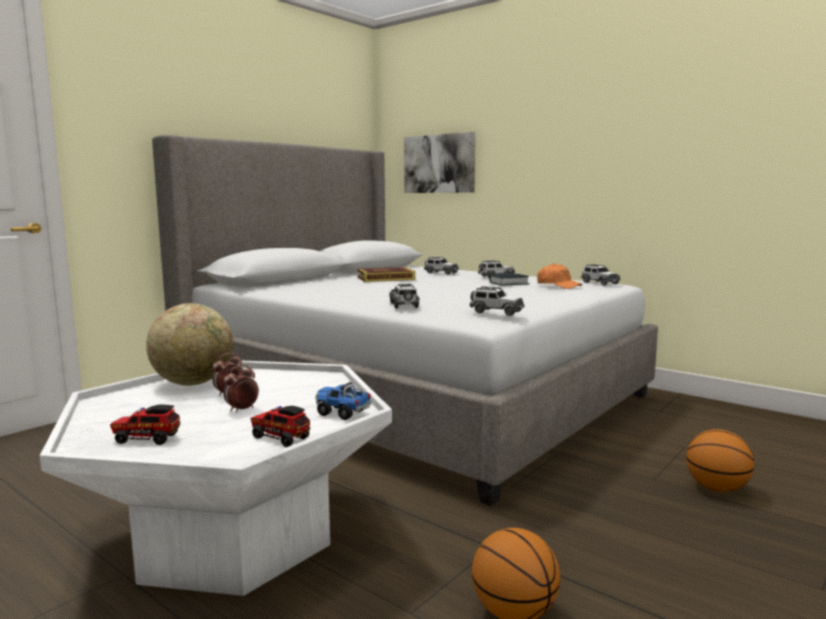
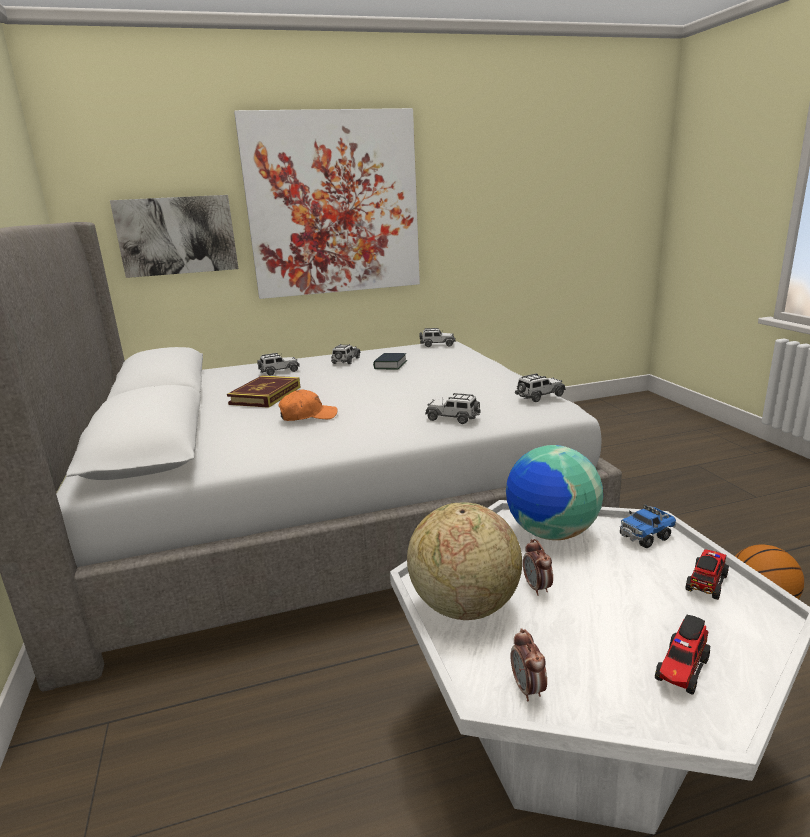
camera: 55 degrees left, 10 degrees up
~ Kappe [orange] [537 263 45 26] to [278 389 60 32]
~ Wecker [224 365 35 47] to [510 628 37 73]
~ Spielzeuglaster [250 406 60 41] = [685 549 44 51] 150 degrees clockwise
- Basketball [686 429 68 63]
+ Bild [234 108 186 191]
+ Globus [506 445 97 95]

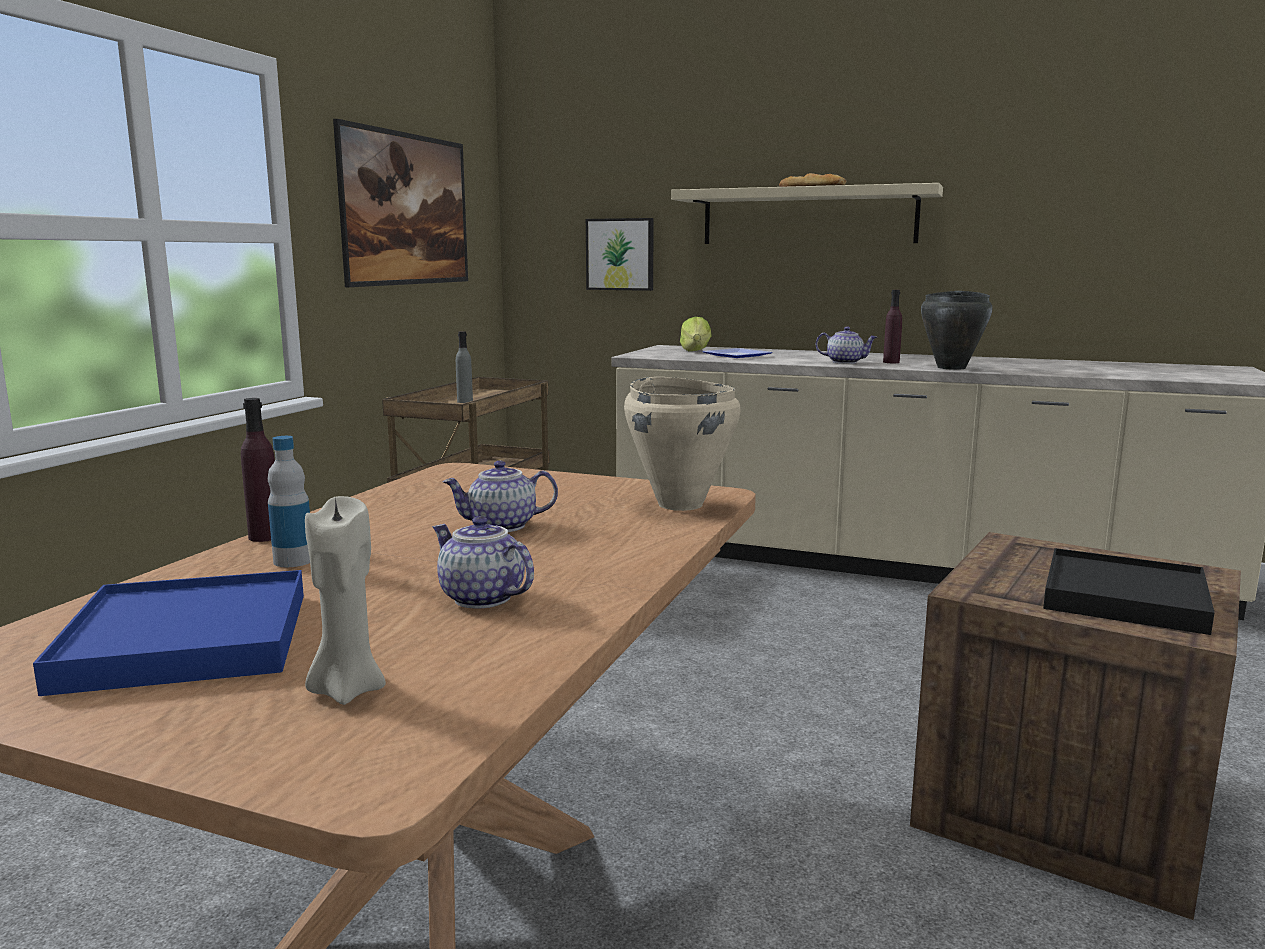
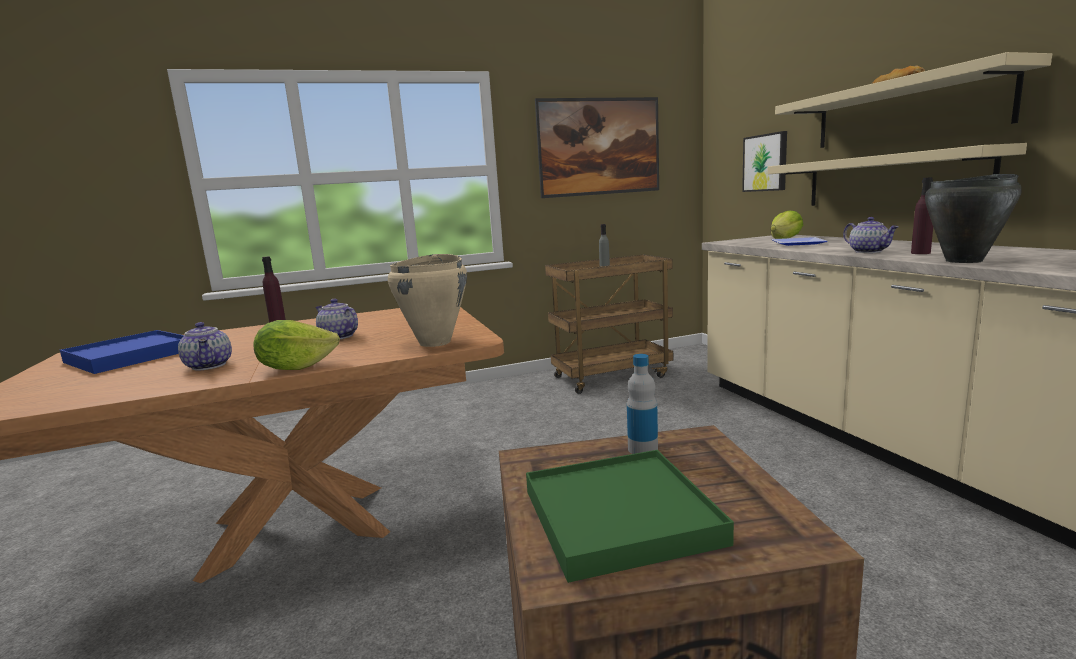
camera: 50 degrees right, 0 degrees up
~ Flasche [268 436 42 131] to [627 354 31 100]
- Kerze [beige] [305 496 81 209]
~ Teekanne [432 516 102 93] = [178 322 54 49] 150 degrees clockwise
~ Tablett [schwarz] [1043 548 172 87] to Tablett [grün] [526 450 208 133]
+ Wandregal [beige] [767 143 260 63]
+ Salatkopf [254 320 86 50]

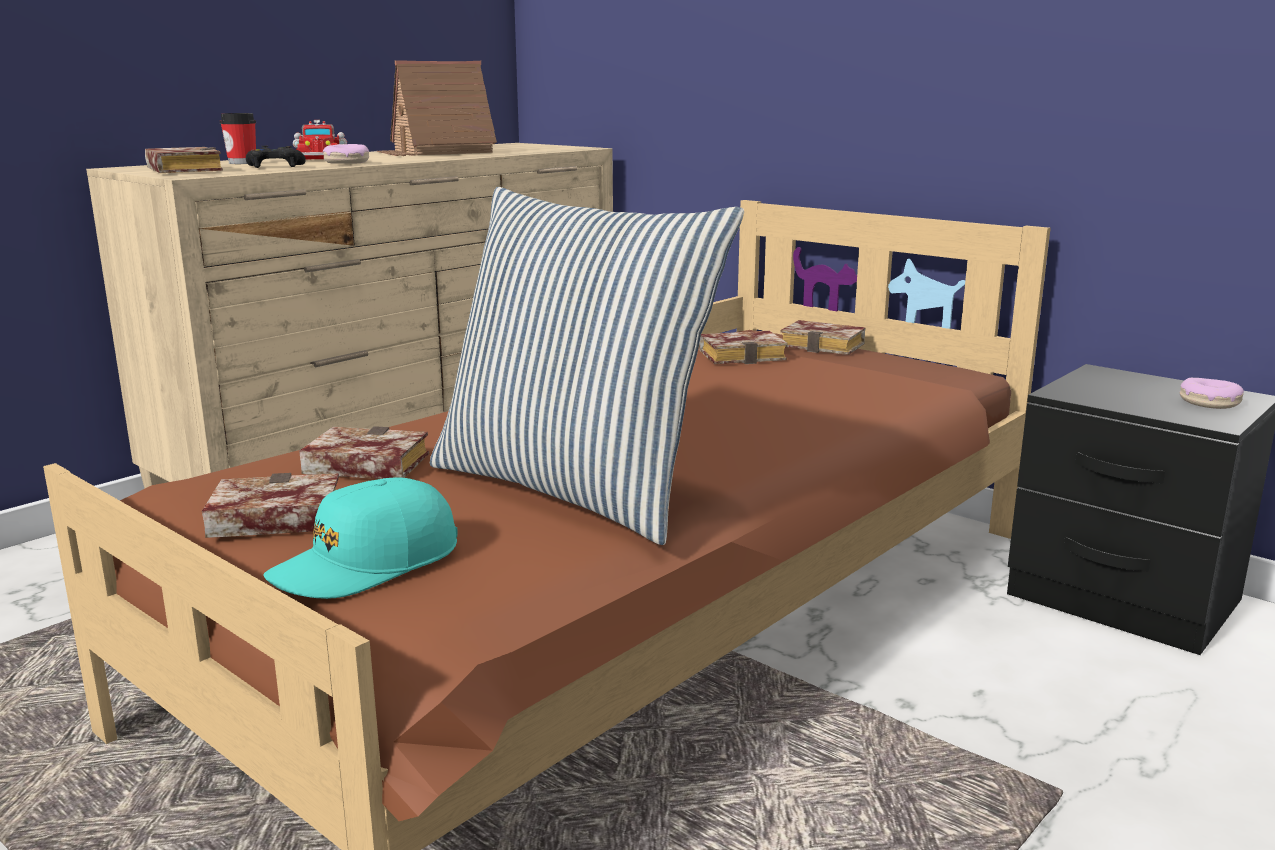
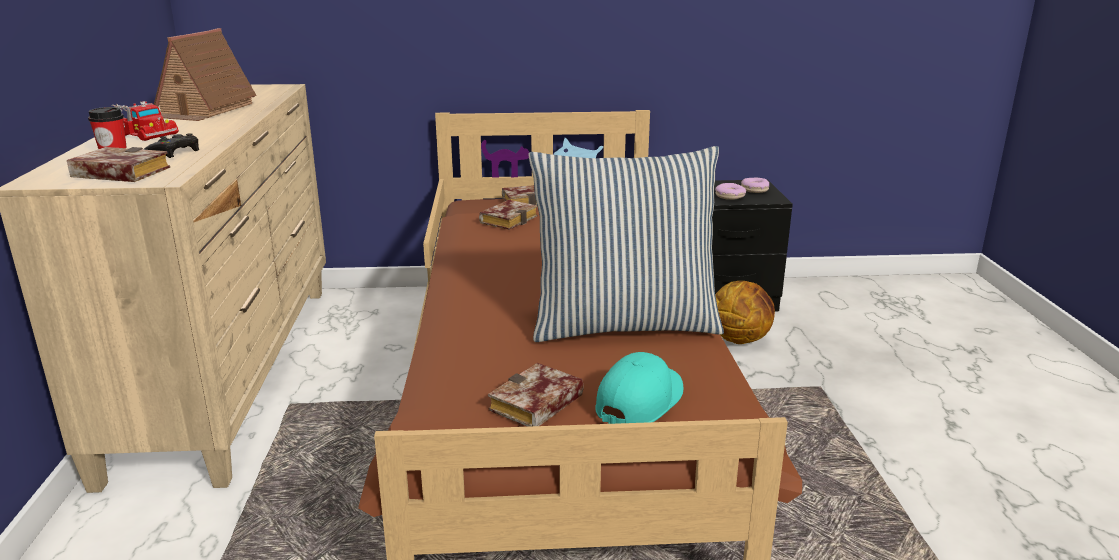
camera: 45 degrees left, 5 degrees up
~ Donut [323 144 46 20] to [715 183 31 17]
- Buch [299 426 130 53]
~ Kappe [türkis] [264 477 194 122] = [595 352 88 72] 150 degrees counterclockwise
+ Basketball [715 281 60 63]

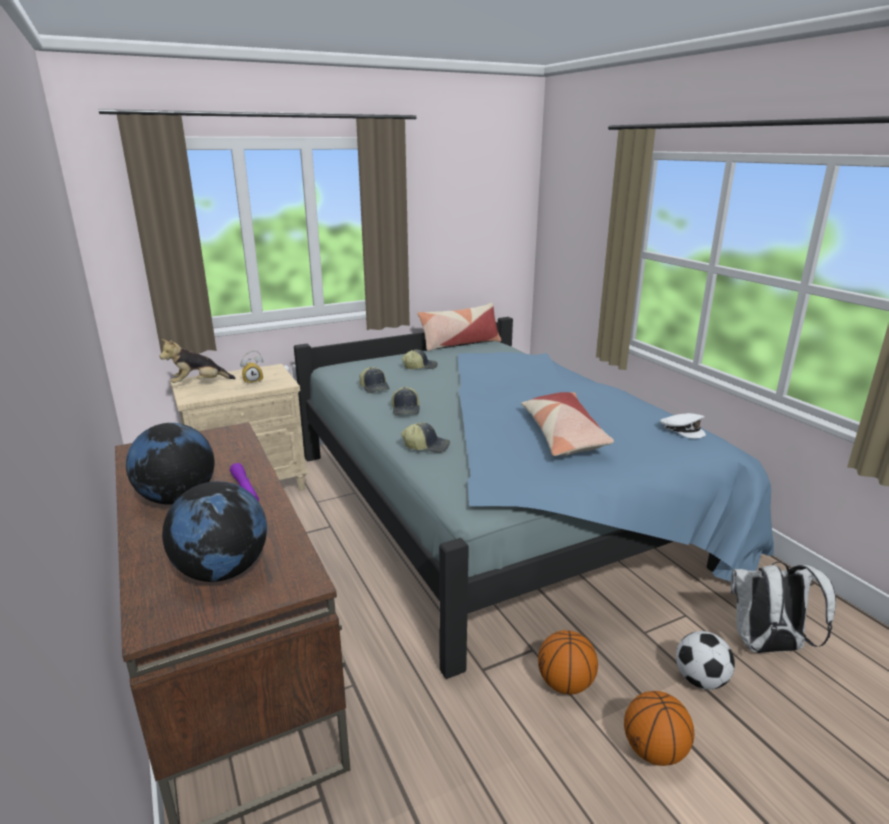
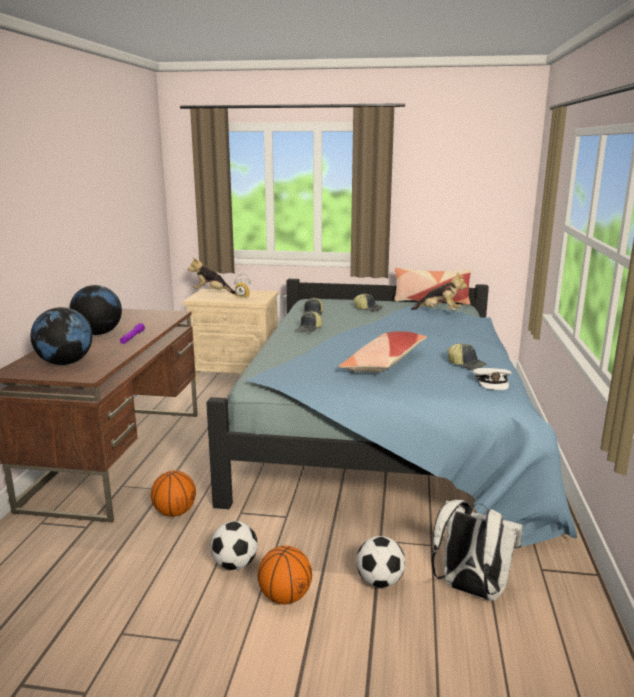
camera: 35 degrees right, 5 degrees down
~ Kappe [401 423 49 30] to [447 343 40 27]
~ Basketball [538 630 60 65] to [151 471 45 46]
+ Plüschtier [411 272 56 38]
+ Fußball [210 521 48 49]

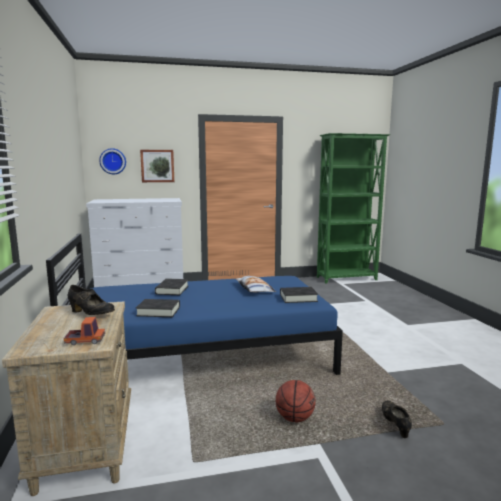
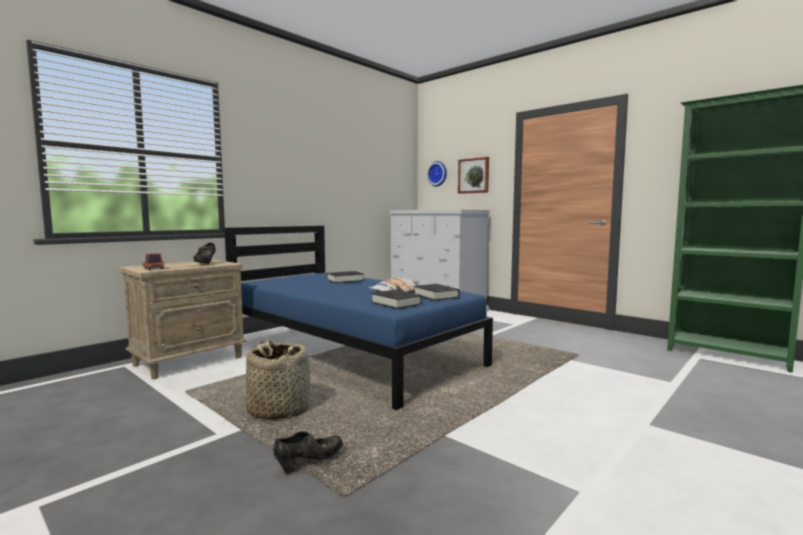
camera: 55 degrees right, 5 degrees down
~ Buch [schwarz] [136 299 44 18] to [414 284 46 17]
~ Basketball [276 380 39 42] to Korb [245 339 65 82]

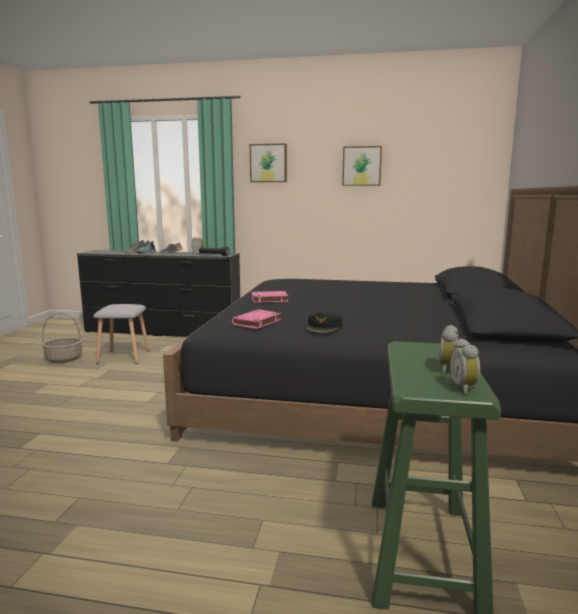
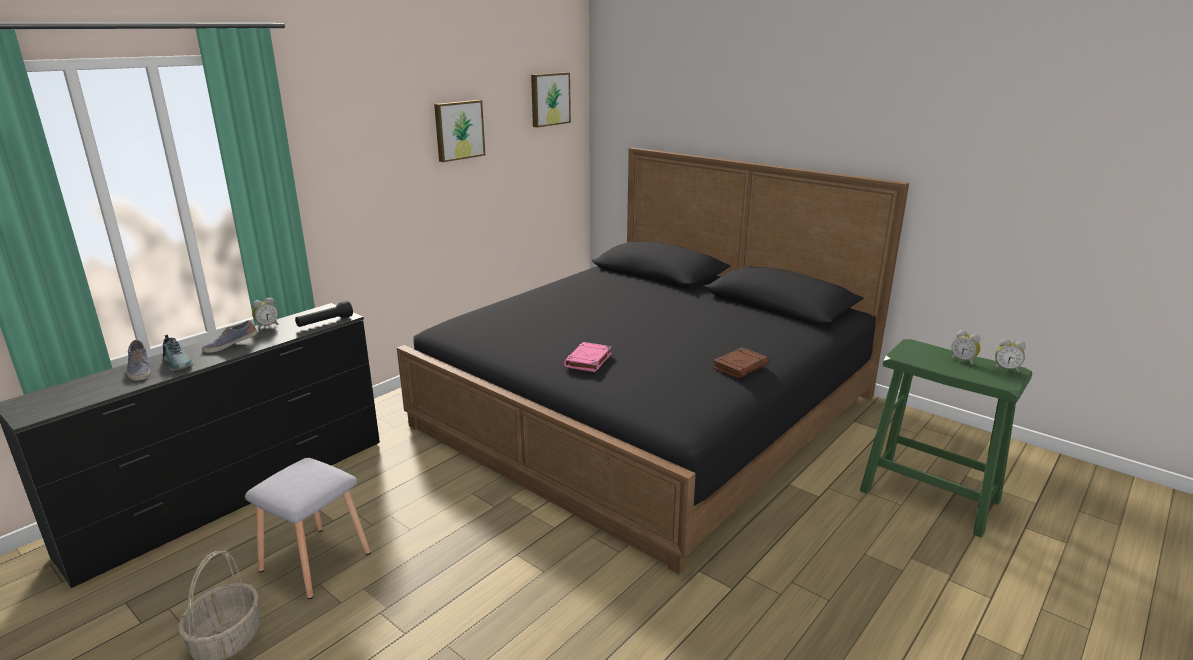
camera: 60 degrees left, 10 degrees up
~ Bild [250 143 37 39] to [531 72 40 55]
- Buch [rosa] [232 309 49 20]
~ Kappe [schwarz] [306 311 37 23] to Buch [braun] [713 347 56 31]

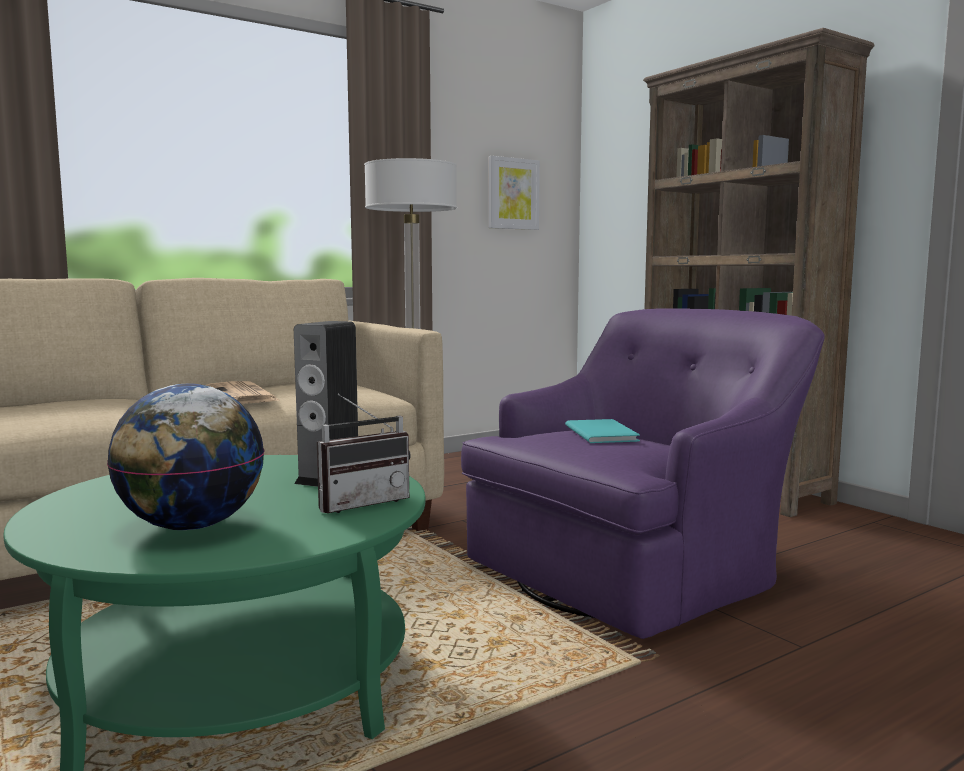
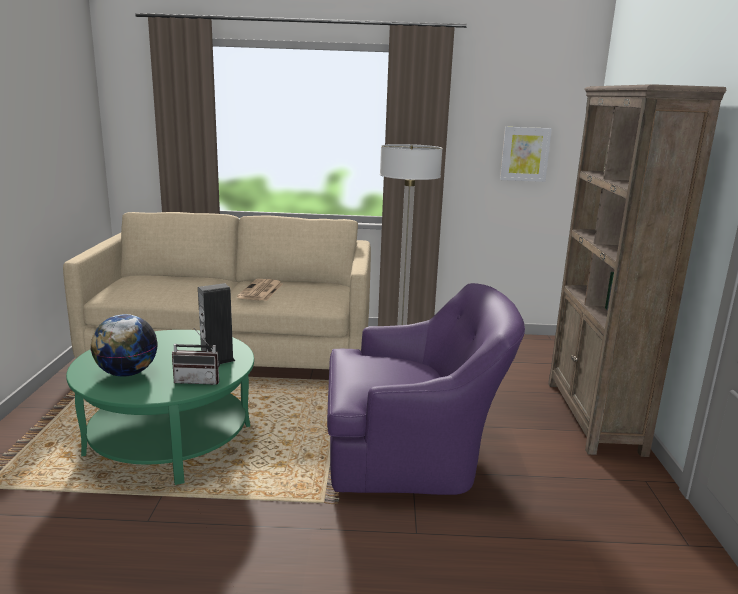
camera: 35 degrees right, 10 degrees up
- Buch [türkis] [565 419 75 24]

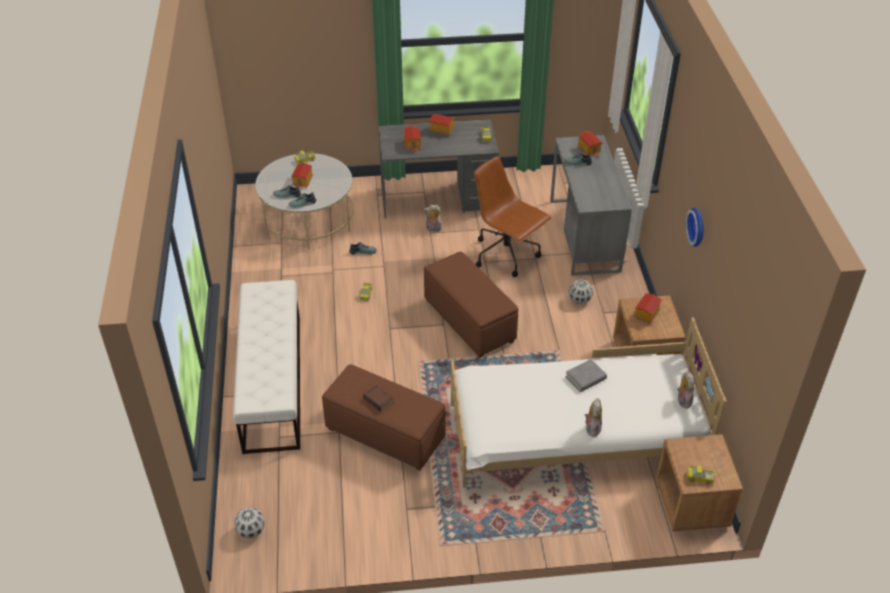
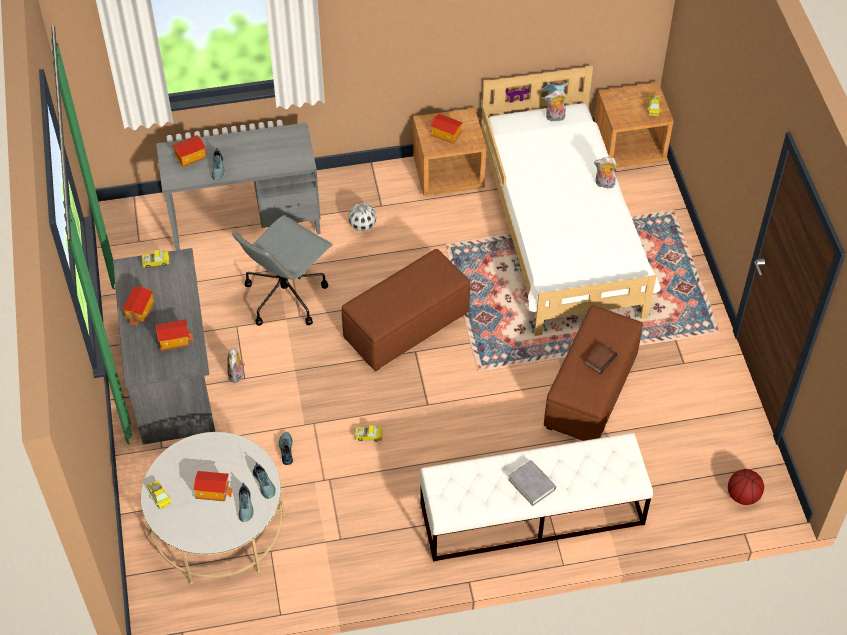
camera: 95 degrees left, 10 degrees up
~ Bürostuhl [braun] [474 156 77 121] to Bürostuhl [grau] [232 215 101 111]
- Wanduhr [686 208 18 39]
~ Buch [grau] [565 359 42 33] to [508 460 48 46]
~ Fußball [234 508 31 30] to Basketball [728 469 36 36]

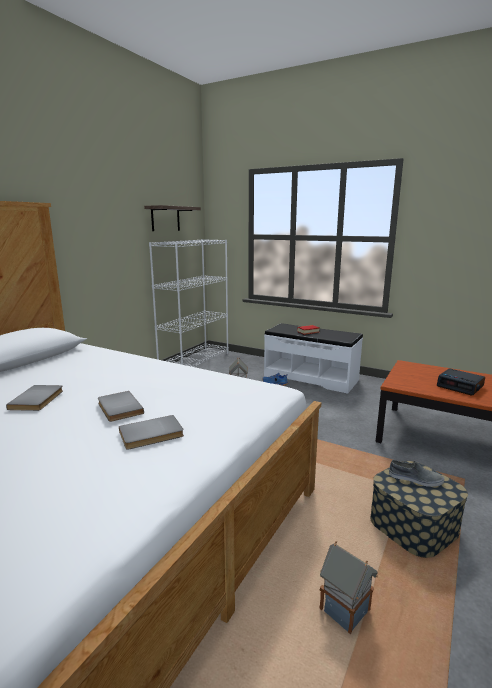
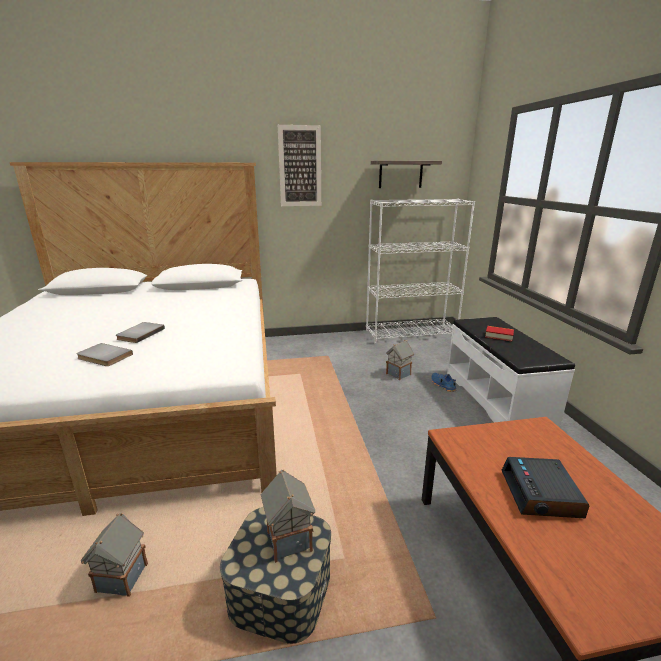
camera: 50 degrees right, 5 degrees up
- Buch [grau] [6 385 57 26]
~ Schuh [grau] [389 460 55 27] to Spielzeughaus [261 469 54 94]
+ Bild [278 125 43 81]

